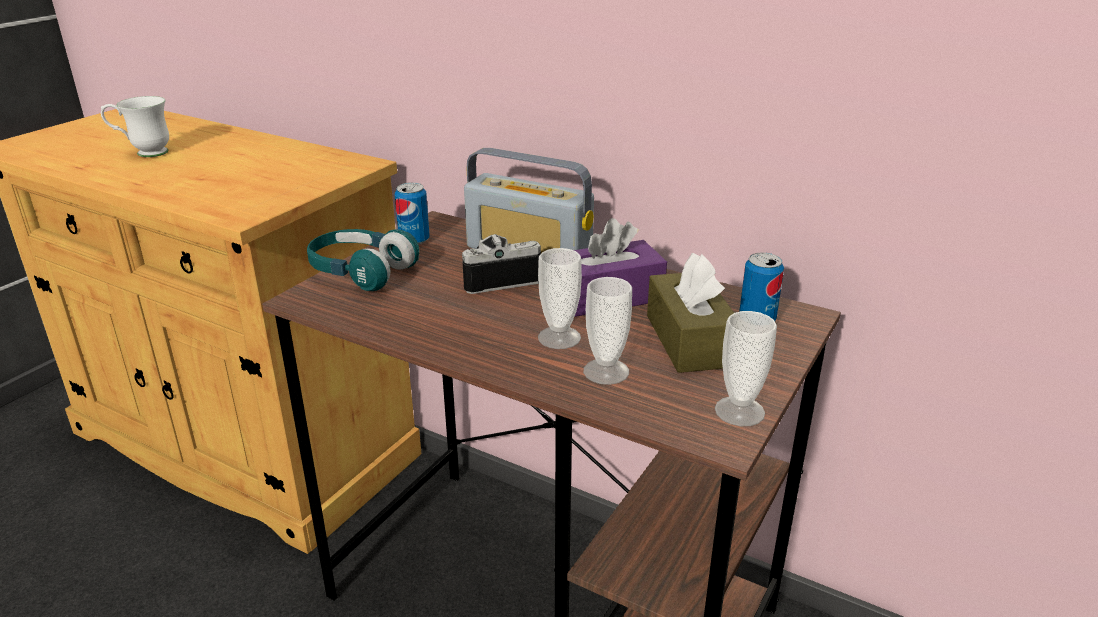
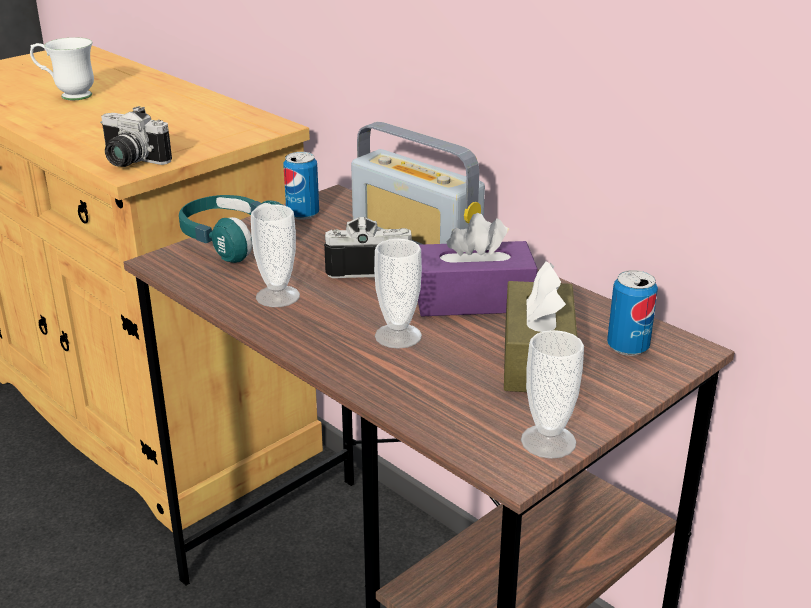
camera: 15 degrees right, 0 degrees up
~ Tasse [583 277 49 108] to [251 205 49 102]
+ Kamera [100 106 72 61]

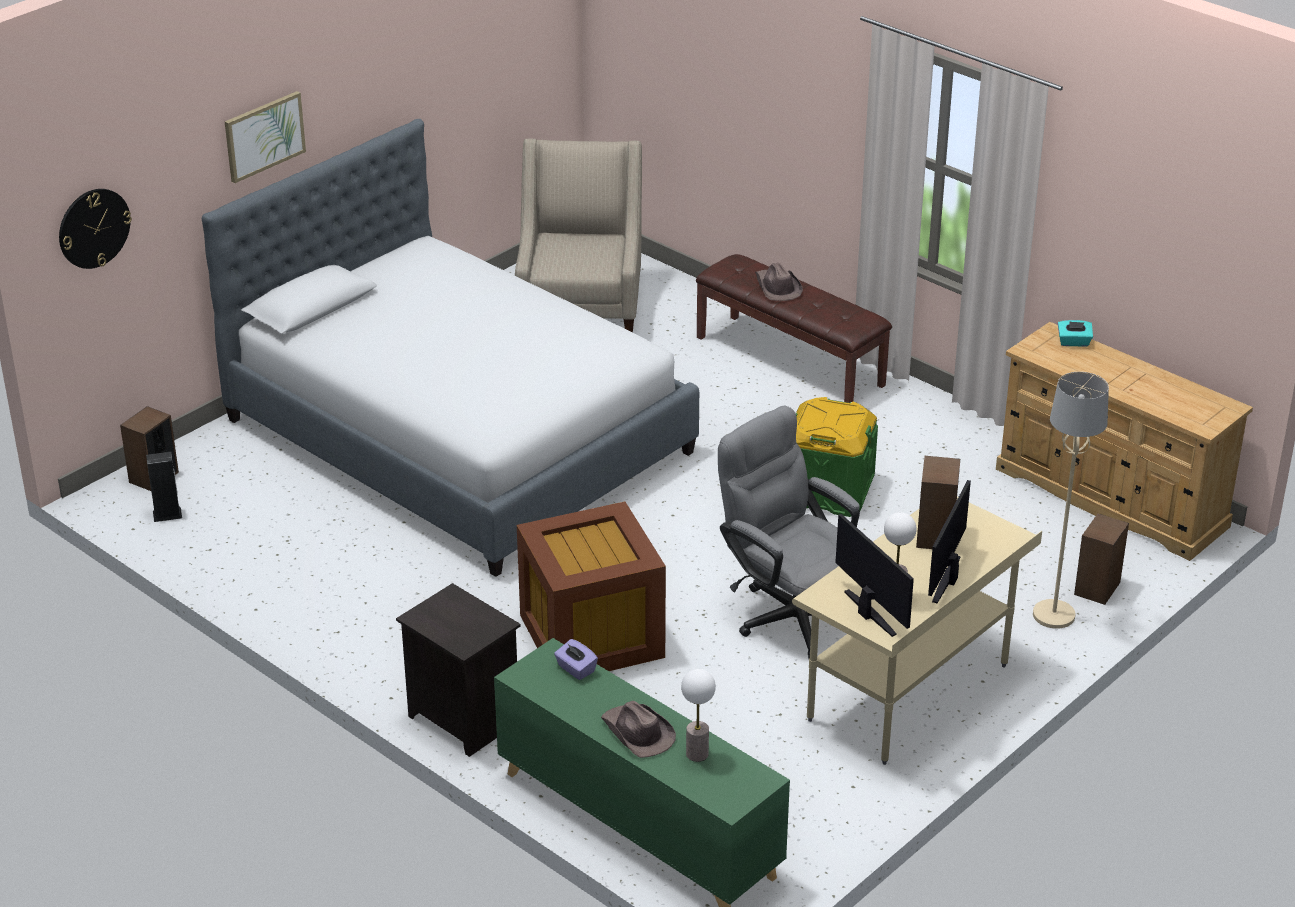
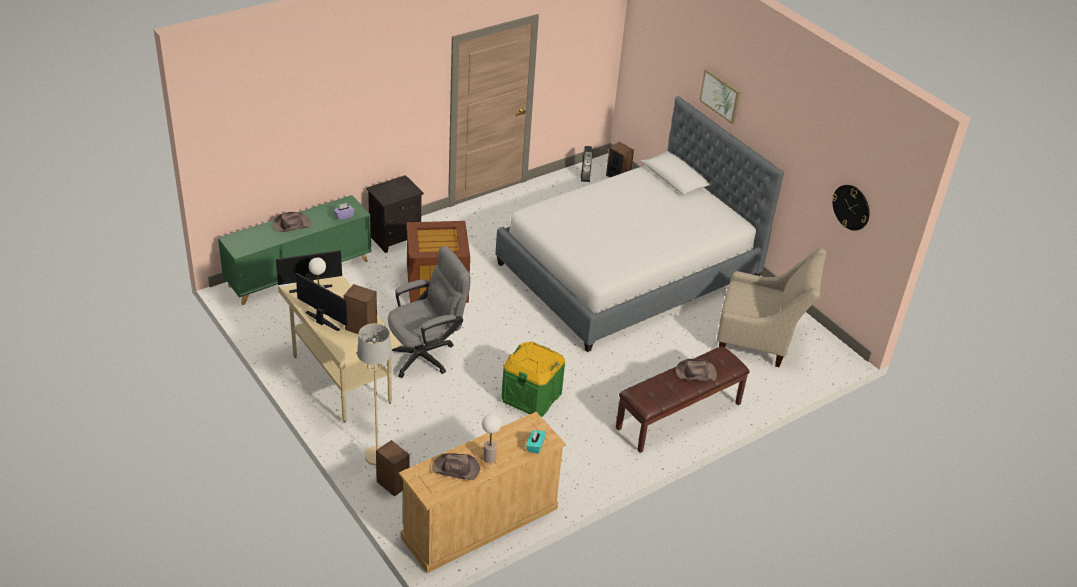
camera: 100 degrees right, 5 degrees up
~ Wanduhr [59 189 73 80] to [832 185 38 46]
~ Tischlampe [681 669 35 93] to [482 414 19 49]
+ Hut [braun] [432 453 48 27]

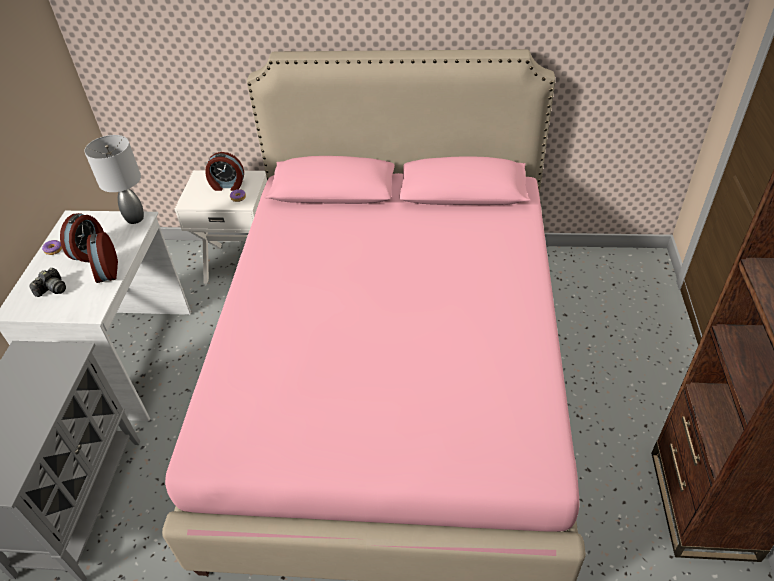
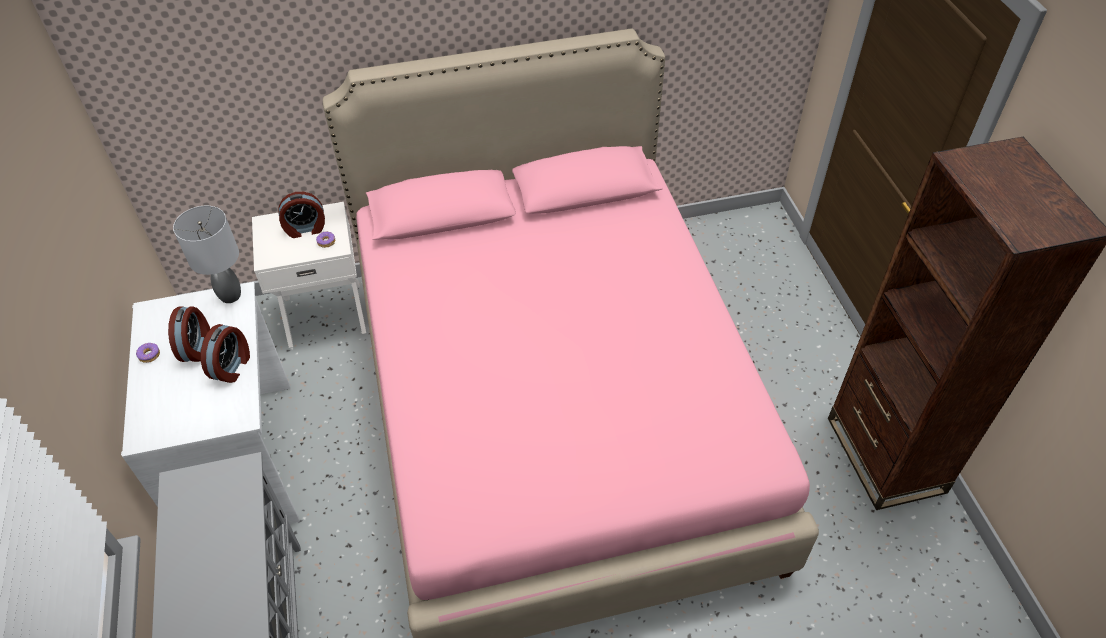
camera: 20 degrees left, 5 degrees up
~ Wecker [87 232 31 51] = [201 324 49 59] 135 degrees counterclockwise
- Kamera [29 268 37 29]

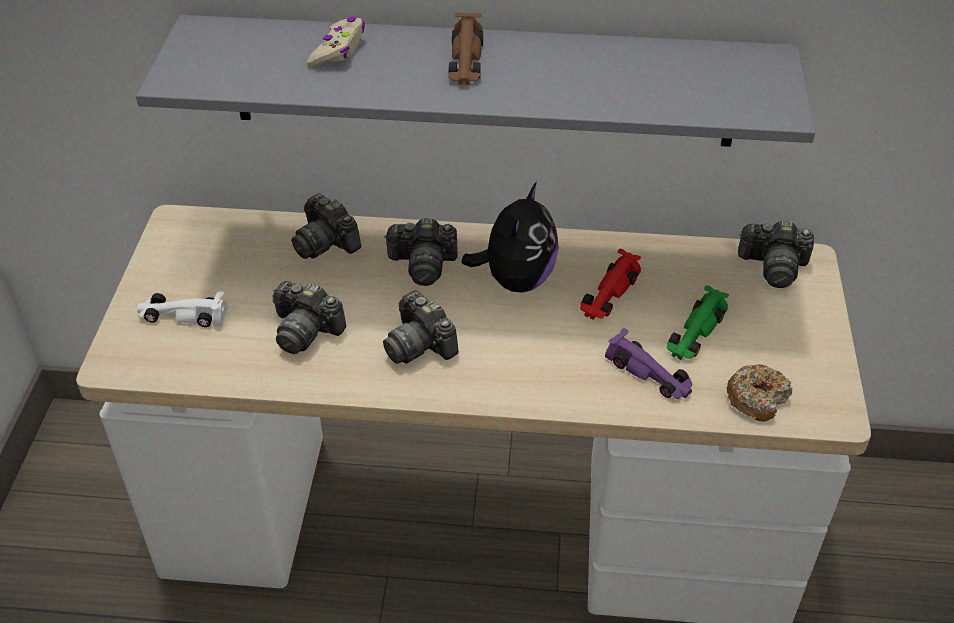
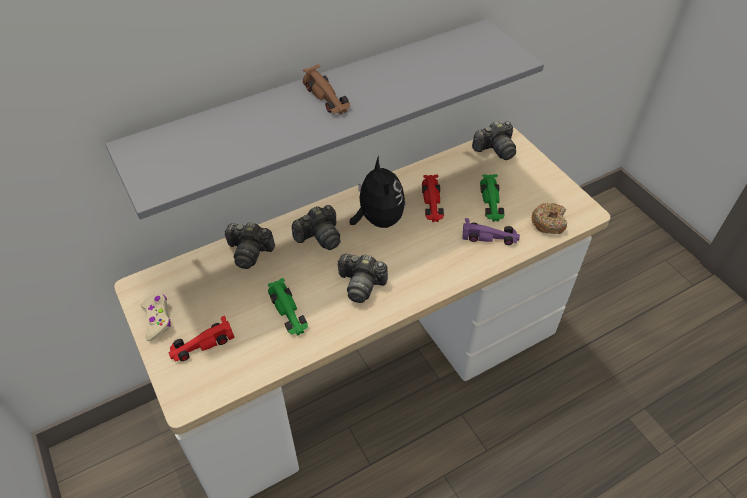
camera: 35 degrees left, 5 degrees up
~ Gamepad [beige] [307 16 58 51] to [140 294 31 47]
~ Kamera [273 281 73 73] to Spielzeugauto [grün] [268 278 40 58]
~ Spielzeugauto [weiß] [137 292 91 35] to Spielzeugauto [rot] [168 316 67 45]

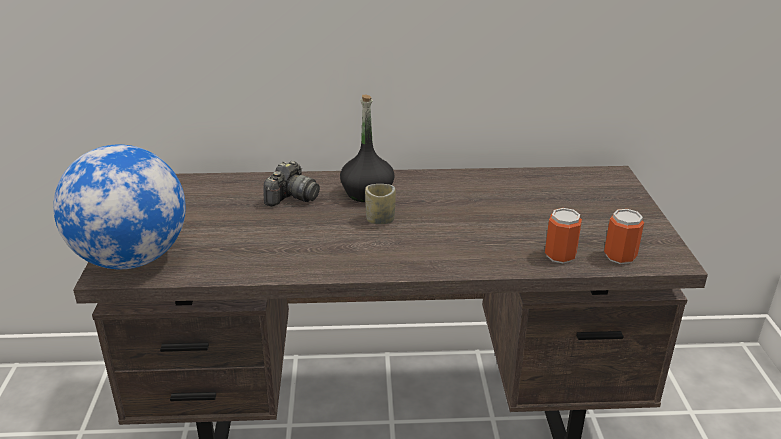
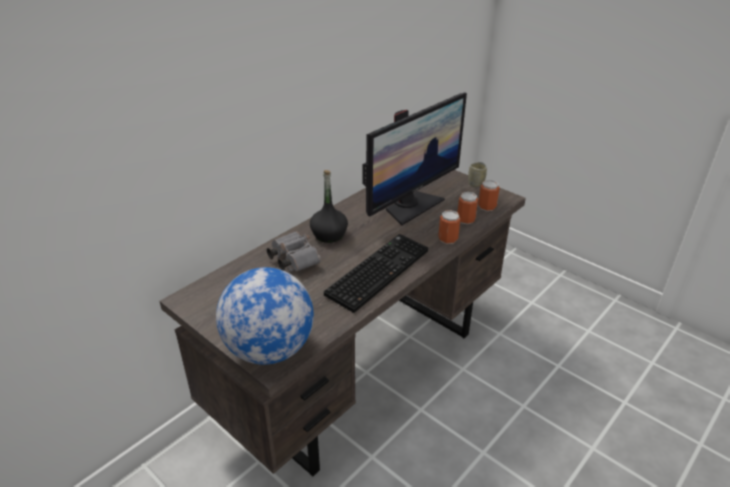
camera: 45 degrees left, 5 degrees up
~ Kamera [263 161 57 45] to Fernglas [grau] [267 231 54 41]
~ Tasse [365 184 31 40] to [468 162 19 25]
+ Monitor [362 93 105 132]
+ Dose [438 210 22 34]
+ Tastatur [324 234 104 79]

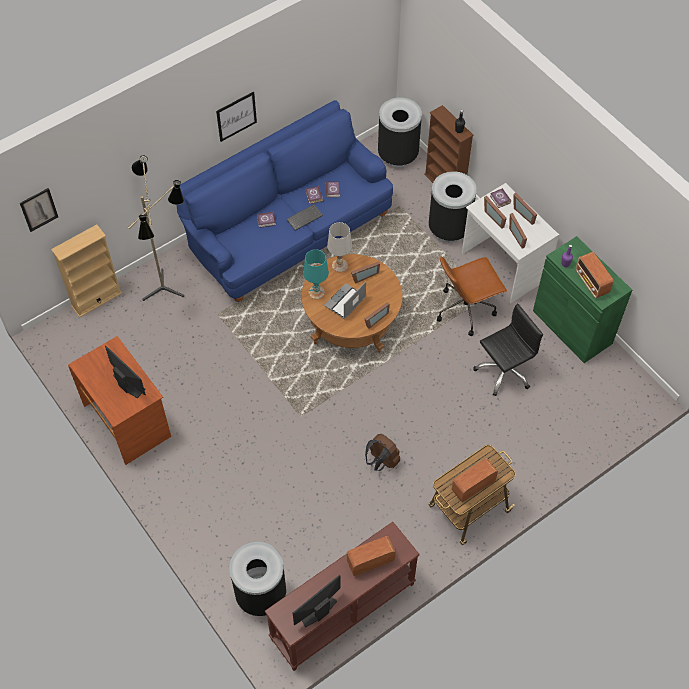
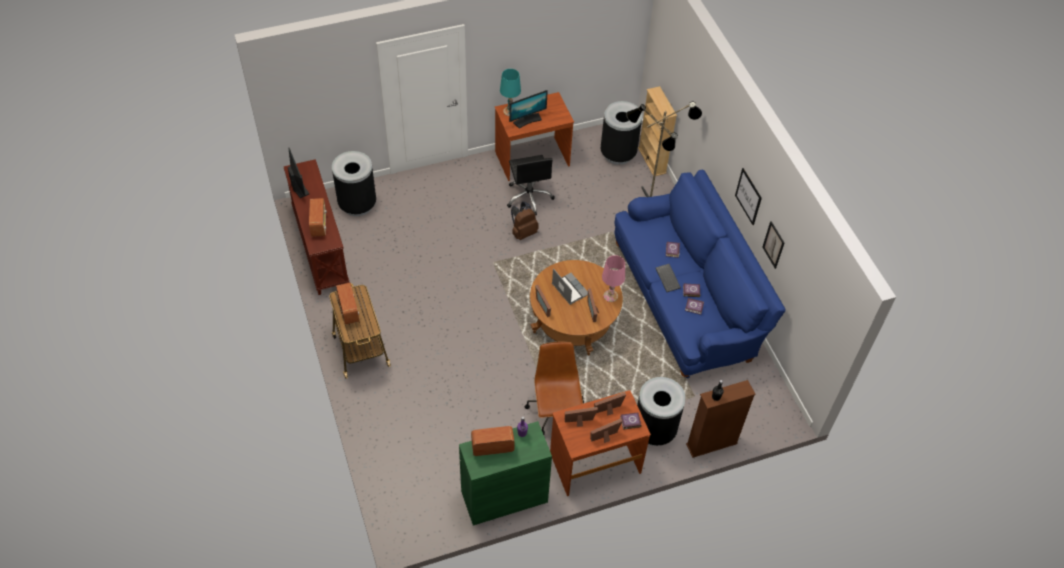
camera: 105 degrees right, 5 degrees down
~ Mülleimer [schwarz] [378 97 44 71] to [601 101 41 64]
~ Schreibtisch [weiß] [462 183 97 120] to Schreibtisch [braun] [550 390 101 106]
~ Bild [20 188 38 44] to [762 221 22 48]
~ Tischlampe [weiß] [327 222 25 50] to Tischlampe [rosa] [602 255 23 47]
~ Tischlampe [türkis] [303 250 26 49] to [500 69 21 47]
~ Bürostuhl [schwarz] [473 303 70 93] to [507 155 48 60]
~ Rucksack [braun] [365 434 35 37] to [511 202 28 38]

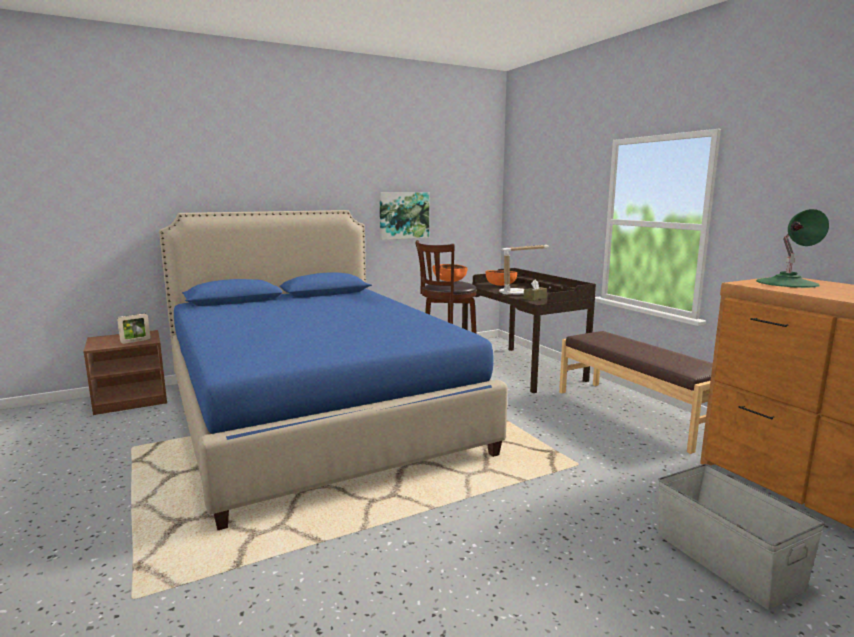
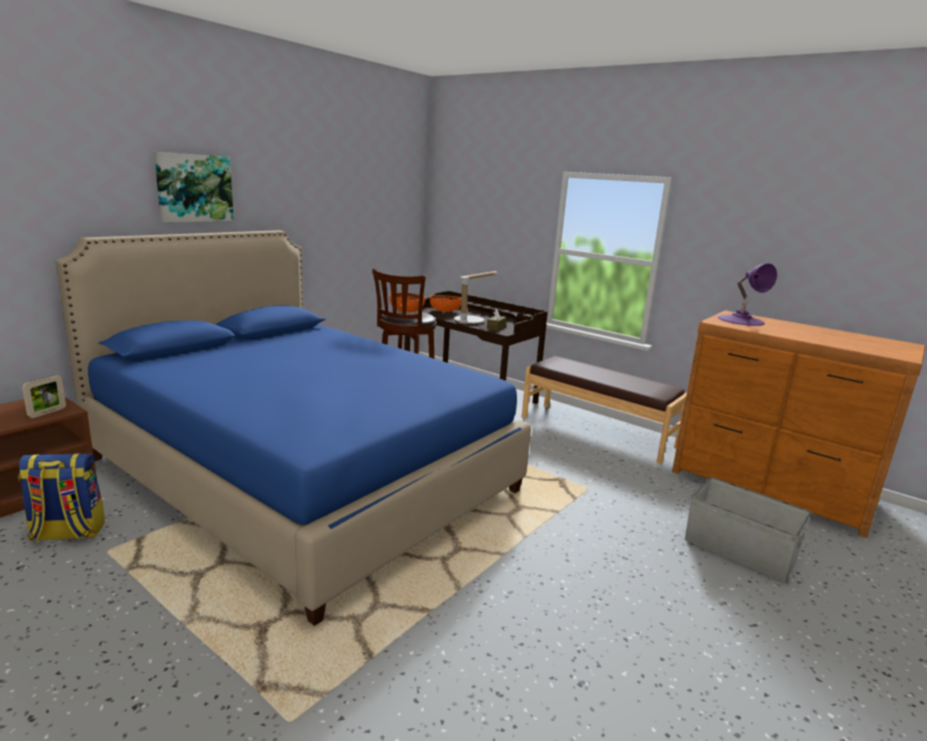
camera: 25 degrees left, 5 degrees up
~ Bild [379 193 50 47] to [154 152 80 70]
~ Tischlampe [grün] [756 209 73 79] to Tischlampe [lila] [717 263 60 63]
+ Rucksack [18 453 87 88]

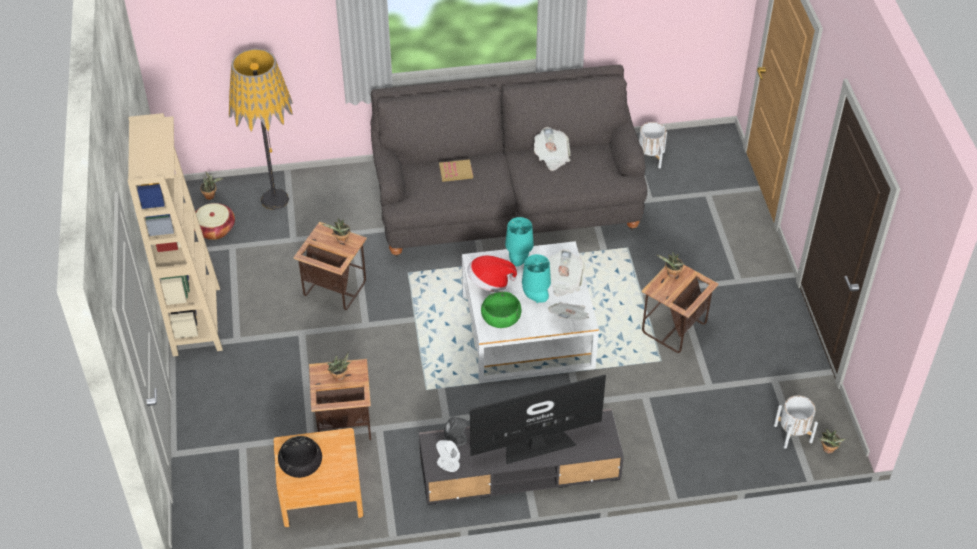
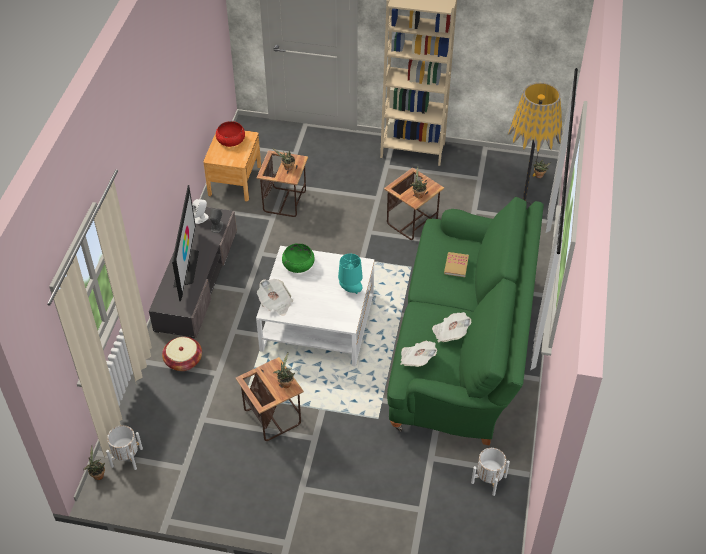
camera: 110 degrees right, 0 degrees up
~ Sofa [grau] [370 65 277 192] to Sofa [grün] [387 197 157 249]
~ Korb [194 203 41 37] to [162 337 40 34]
~ Zeitung [549 249 36 48] to [400 341 37 26]
- Tischlampe [türkis] [522 254 29 49]
- Hut [467 255 50 37]
~ Schüssel [schwarz] [278 436 44 42] to Schüssel [rot] [216 121 29 26]

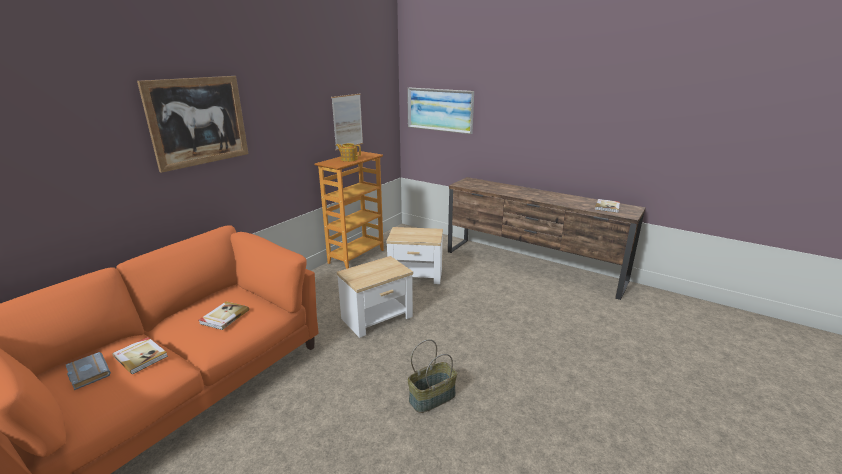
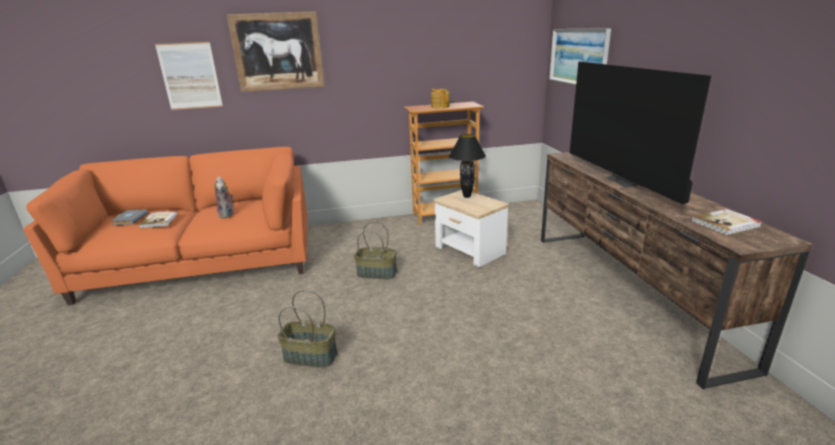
camera: 45 degrees right, 0 degrees up
~ Bild [331 94 32 56] to [155 42 68 68]
~ Beistelltisch [337 256 76 82] to Korb [354 222 43 57]
~ Buch [199 301 50 29] to Plüschtier [215 176 19 42]
+ Fernseher [570 62 141 143]
+ Tischlampe [schwarz] [449 134 37 64]

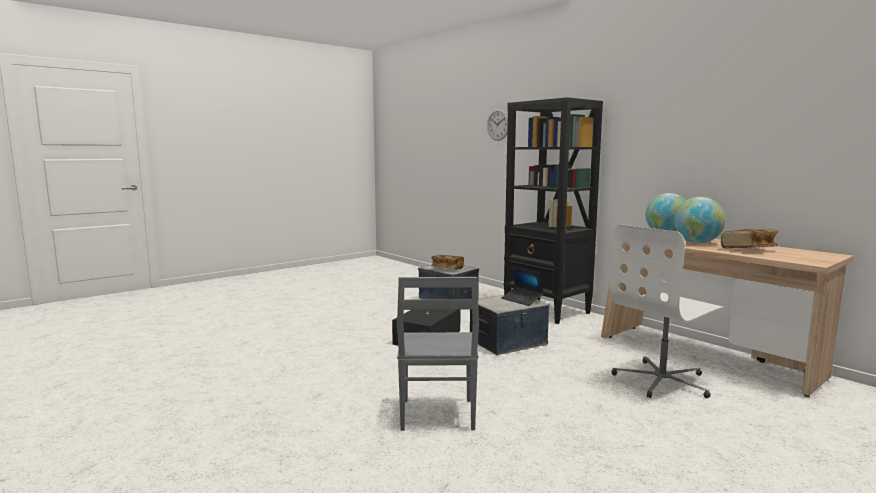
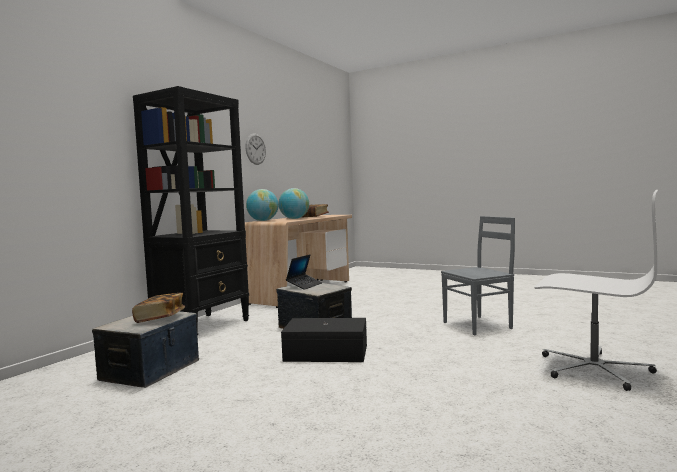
camera: 110 degrees left, 5 degrees down
~ Wanduhr [487 109 21 32] to [245 133 21 32]
~ Bürostuhl [weiß] [609 224 116 174] to [534 190 124 201]

